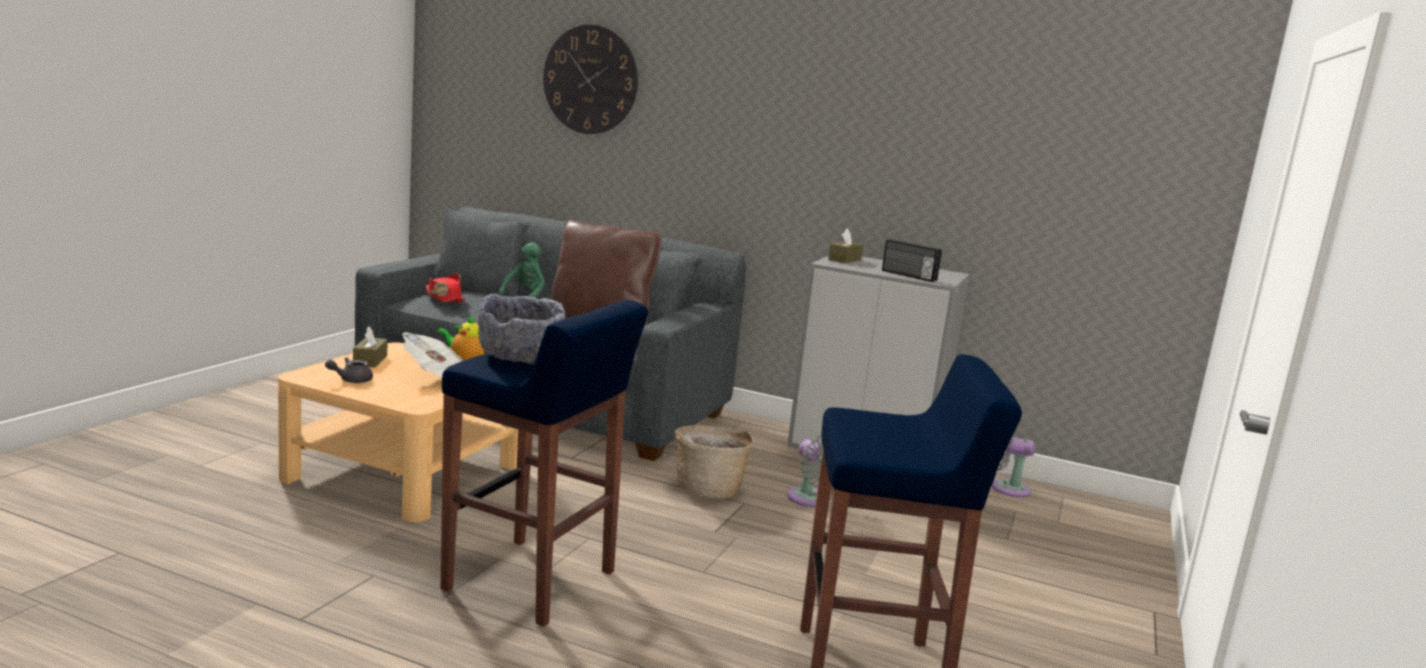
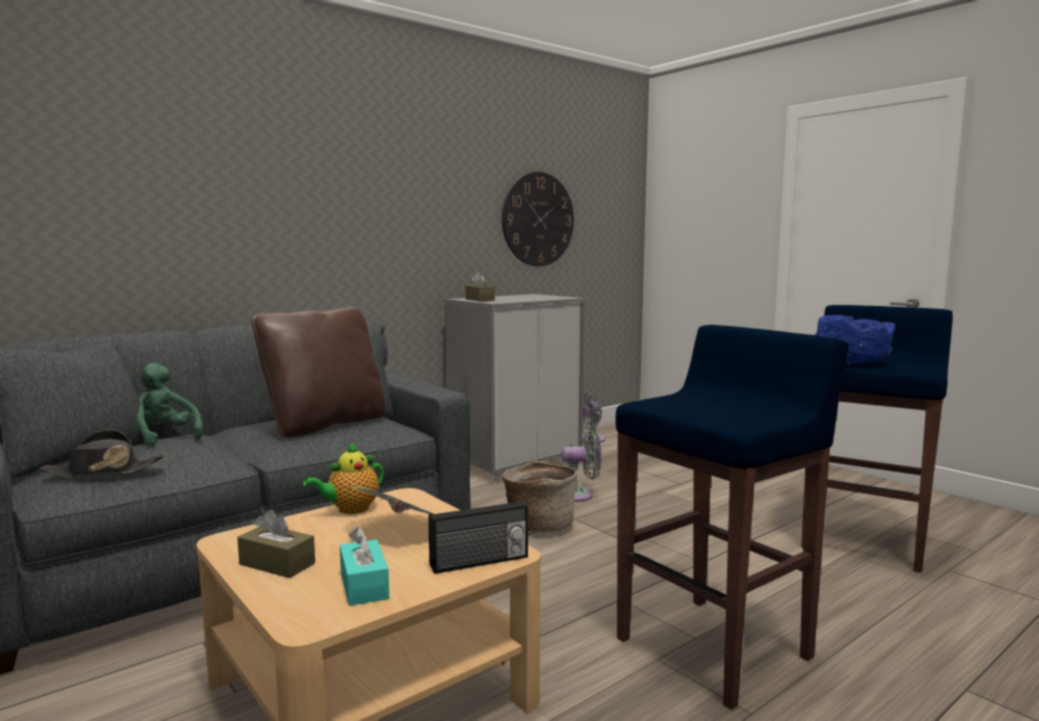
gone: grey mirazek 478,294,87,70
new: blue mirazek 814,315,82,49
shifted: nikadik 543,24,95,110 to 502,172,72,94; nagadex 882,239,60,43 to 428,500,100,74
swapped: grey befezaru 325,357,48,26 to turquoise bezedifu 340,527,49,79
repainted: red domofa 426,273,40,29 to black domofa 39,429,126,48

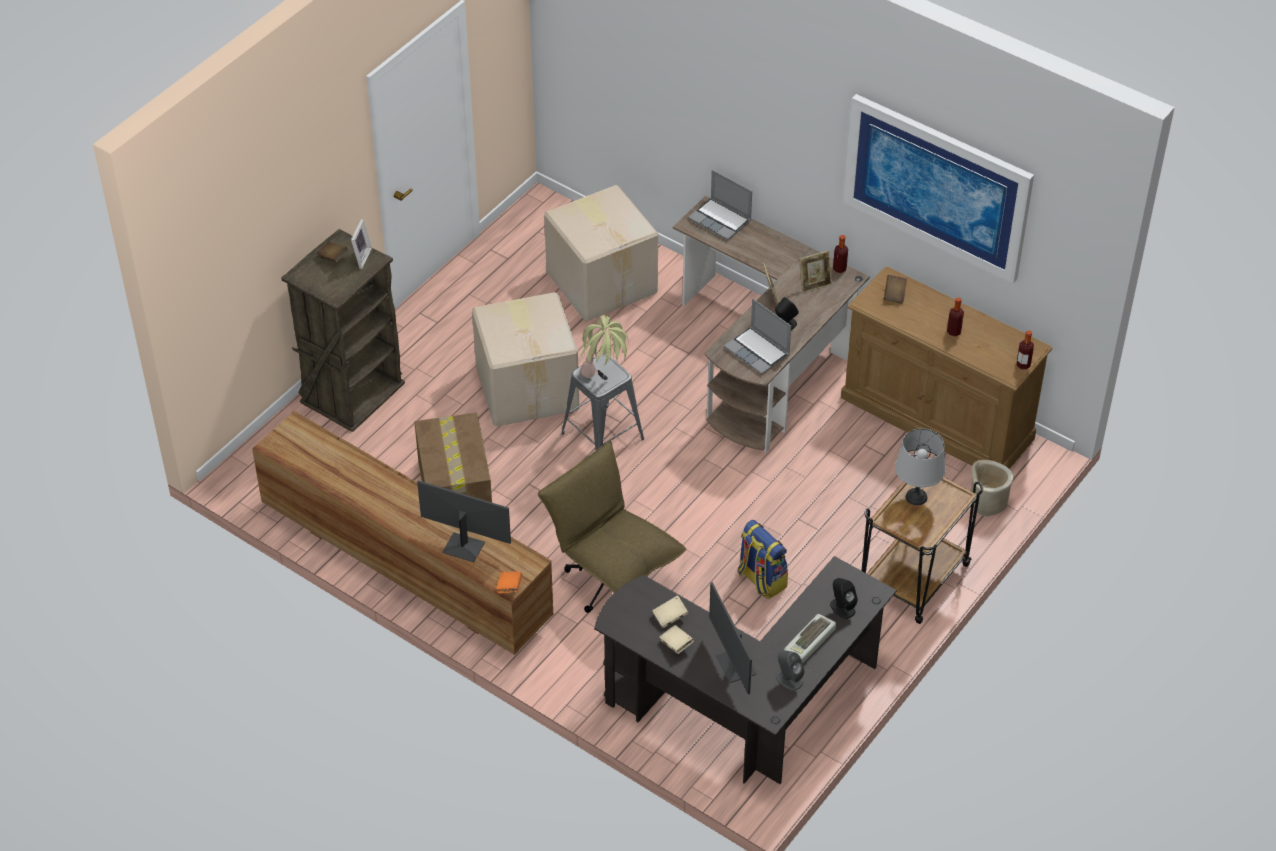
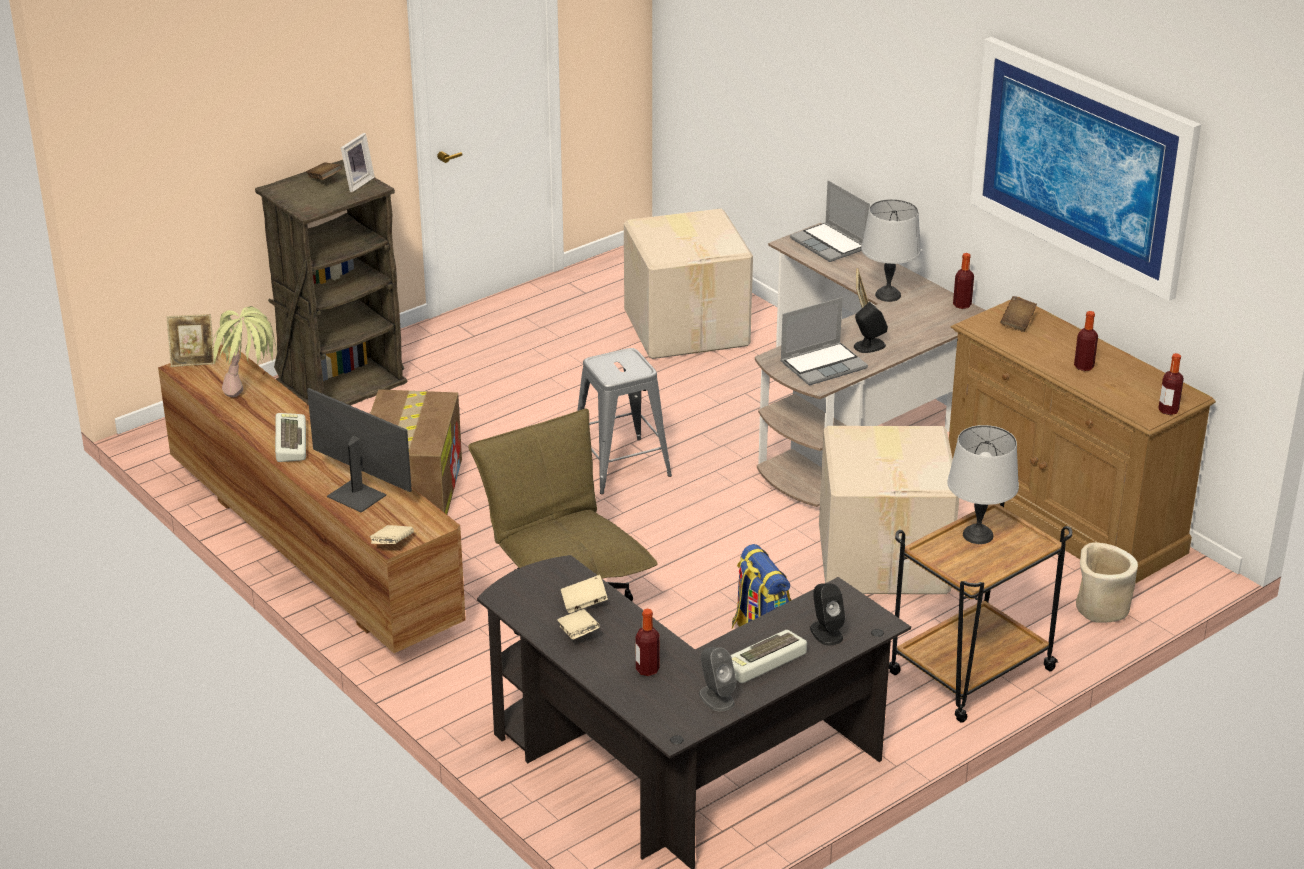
new: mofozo 275,413,31,49; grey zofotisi 861,199,60,103
shifted: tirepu 472,292,107,134 to 819,426,140,168; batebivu 580,315,49,63 to 208,306,69,91; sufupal 799,250,33,43 to 166,314,49,53
swapped: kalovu 709,582,47,112 to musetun 636,609,24,67
repainted: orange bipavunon 496,571,26,22 to beige bipavunon 370,525,44,19
rotated: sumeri 724,299,67,76 = 780,297,88,88 90 degrees counterclockwise

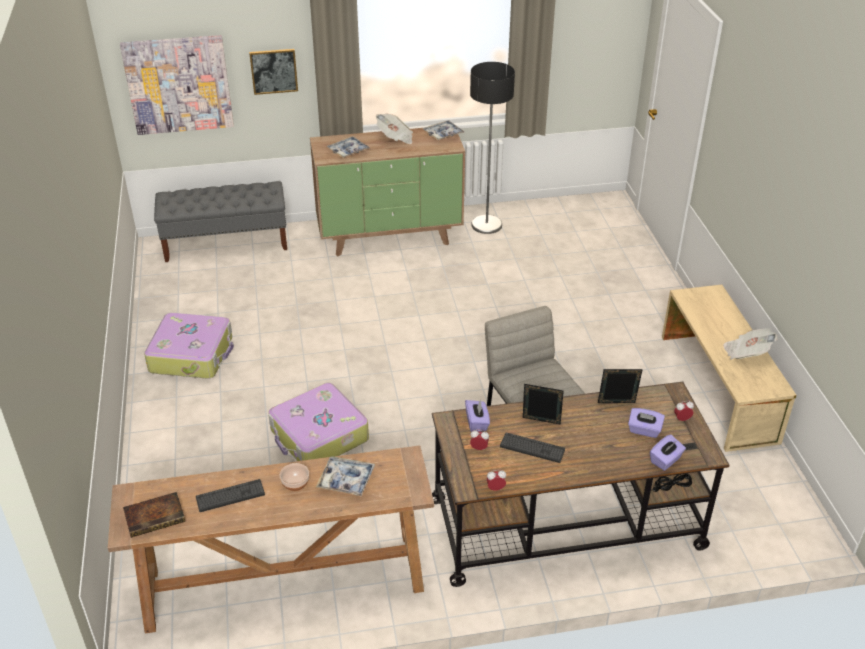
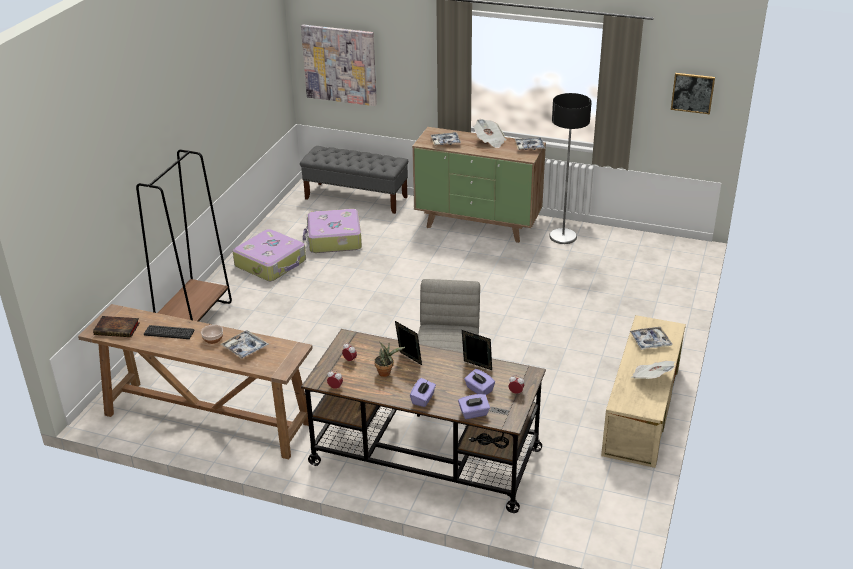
new: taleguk 136,149,96,173; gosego 630,327,43,23
shifted: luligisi 249,49,49,46 to 671,73,44,41; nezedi 268,383,101,78 to 303,209,59,44; purple bezedifu 465,400,25,32 to 410,378,26,29
swapped: mofozo 500,433,65,30 to batebivu 374,342,31,35

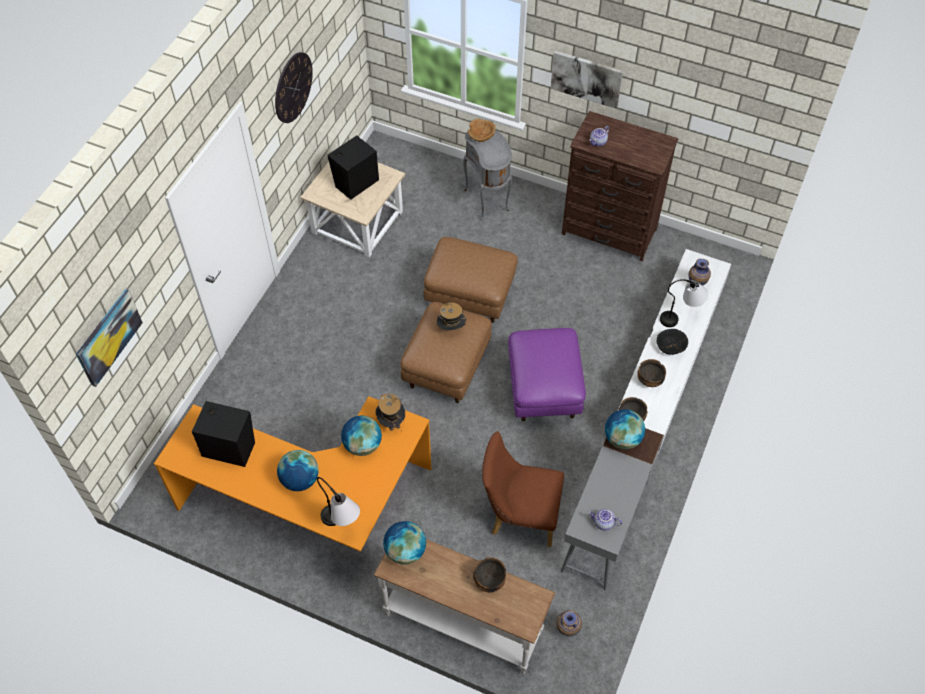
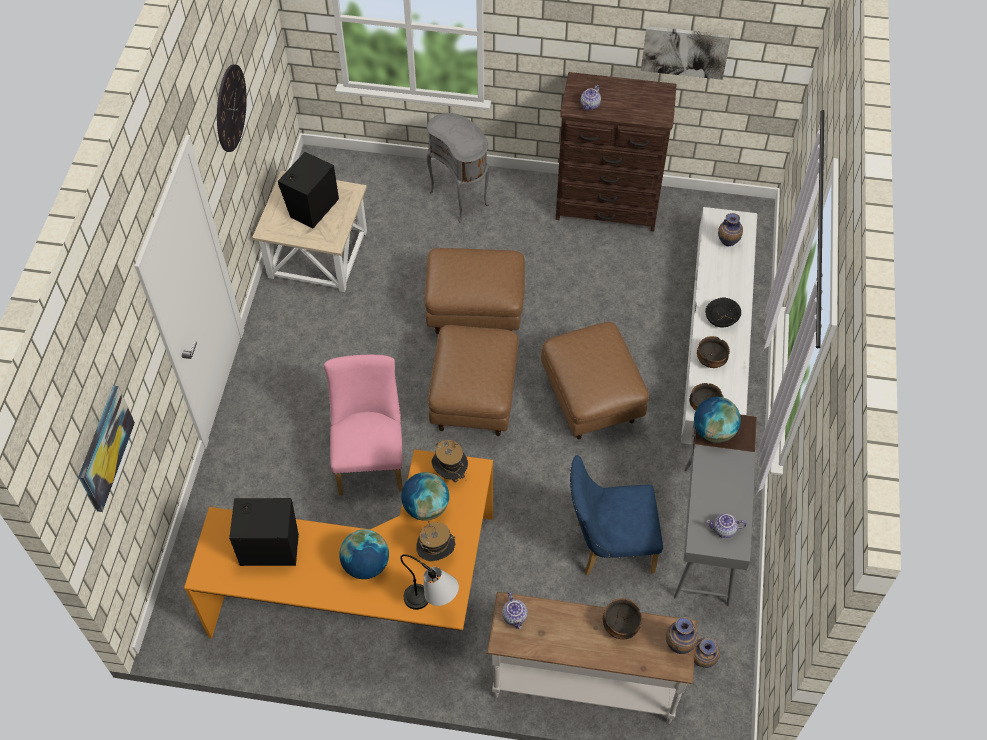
gone: brown mirazek 468,119,28,23; zofotisi 660,279,48,48
new: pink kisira 324,354,79,142; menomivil 666,617,32,37
shifted: domofa 437,302,30,28 to 416,521,40,40; luligisi 551,50,72,58 to 641,26,90,54
swapped: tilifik 383,521,43,44 to befezaru 502,592,25,37
repainted: brown kisira 482,431,82,116 to blue kisira 570,455,93,120; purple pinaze 508,328,78,93 to brown pinaze 541,322,108,117

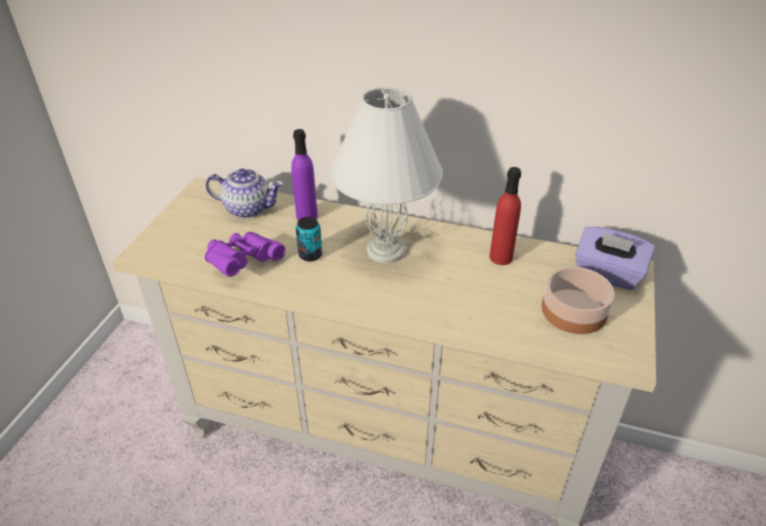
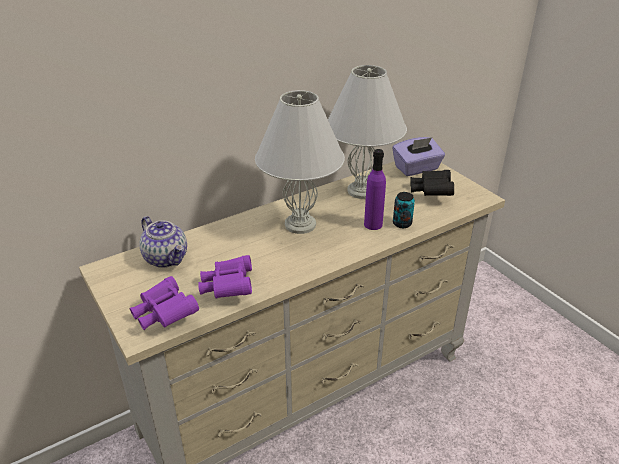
new: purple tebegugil 130,276,69,54
shifted: purple musetun 291,129,27,91 to 364,149,22,81; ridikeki 296,217,26,44 to 393,192,22,36
swapped: red musetun 490,167,31,98 to white zofotisi 328,65,79,134; mirazek 542,267,73,67 to black tebegugil 410,170,44,26
rotated: befezaru 206,169,77,49 = 139,216,48,52 90 degrees clockwise

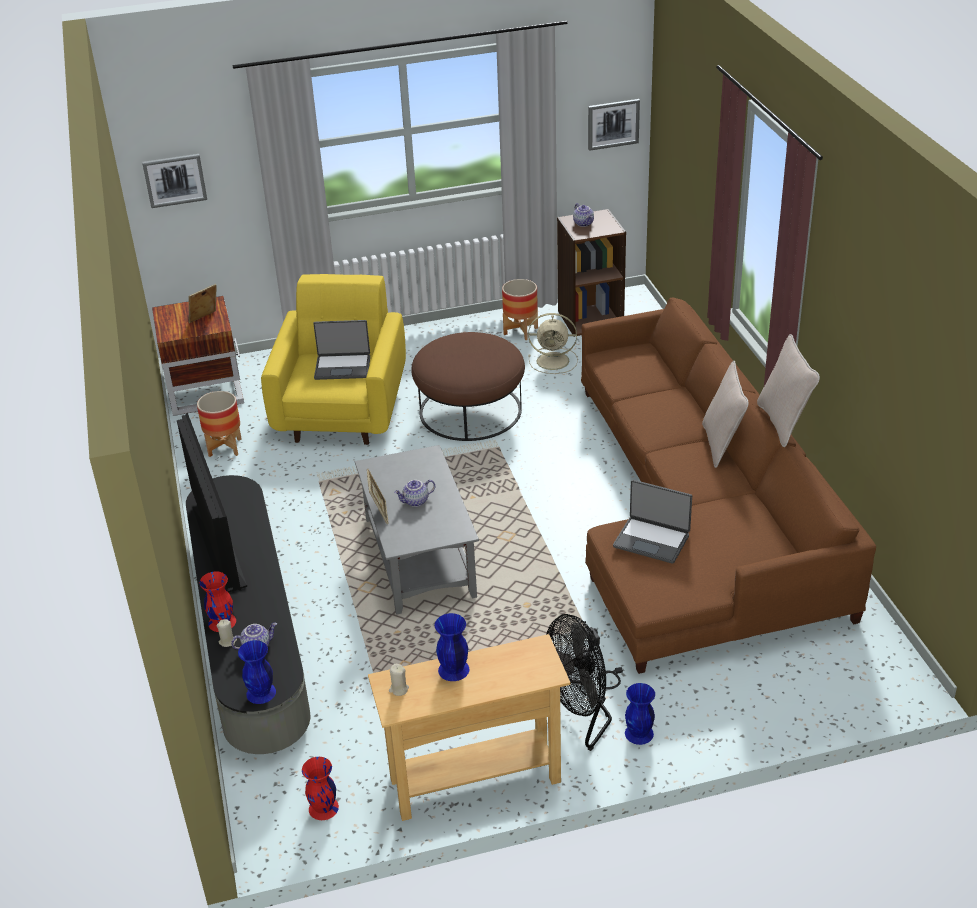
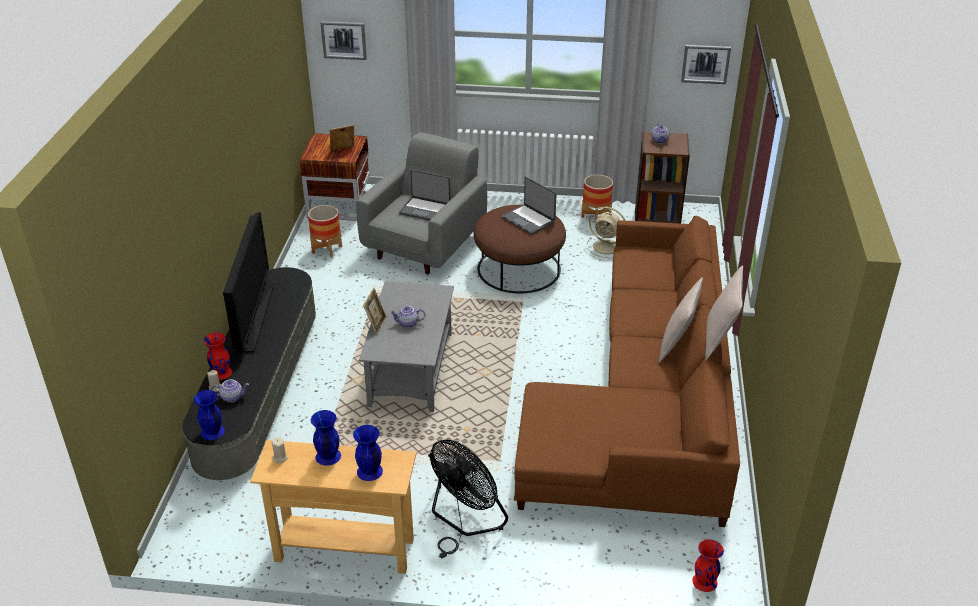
shifted: red menomivil 302,757,37,63 to 692,539,32,53; sumeri 613,480,79,84 to 501,177,56,58; blue menomivil 625,683,30,62 to 353,425,30,56
repainted: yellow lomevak 261,274,145,171 to grey lomevak 356,132,131,142
rotated: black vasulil 546,614,78,137 = 428,440,80,118 135 degrees clockwise

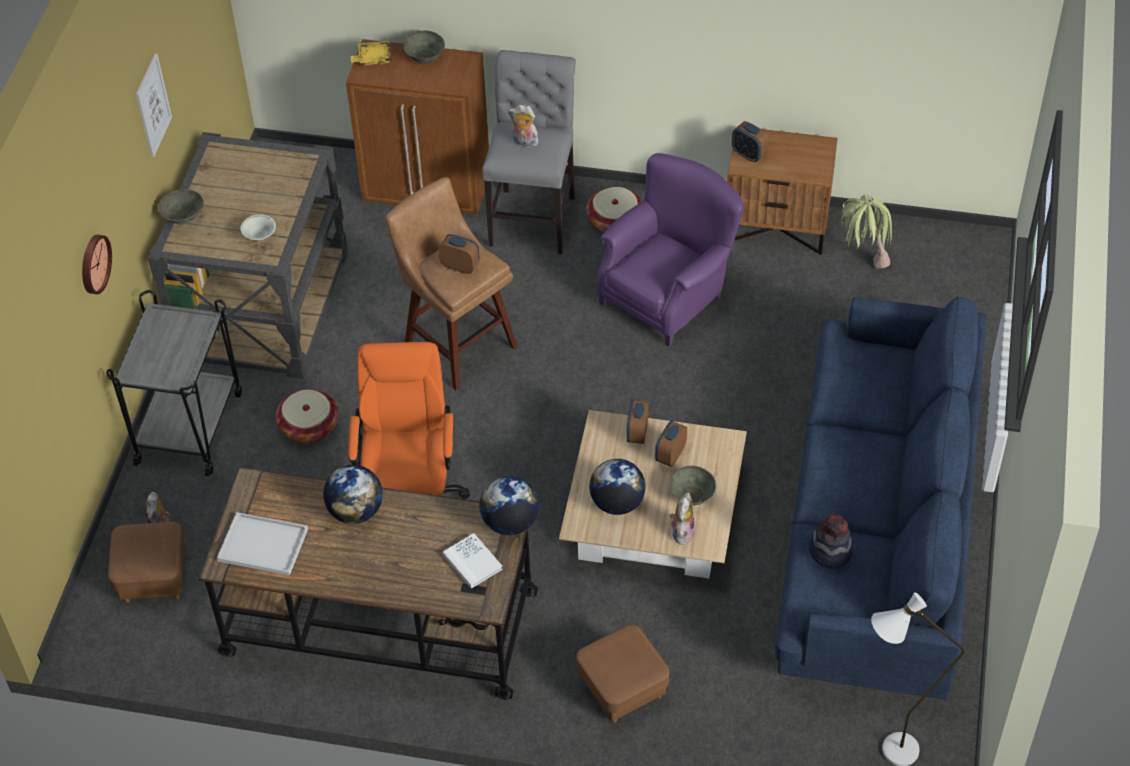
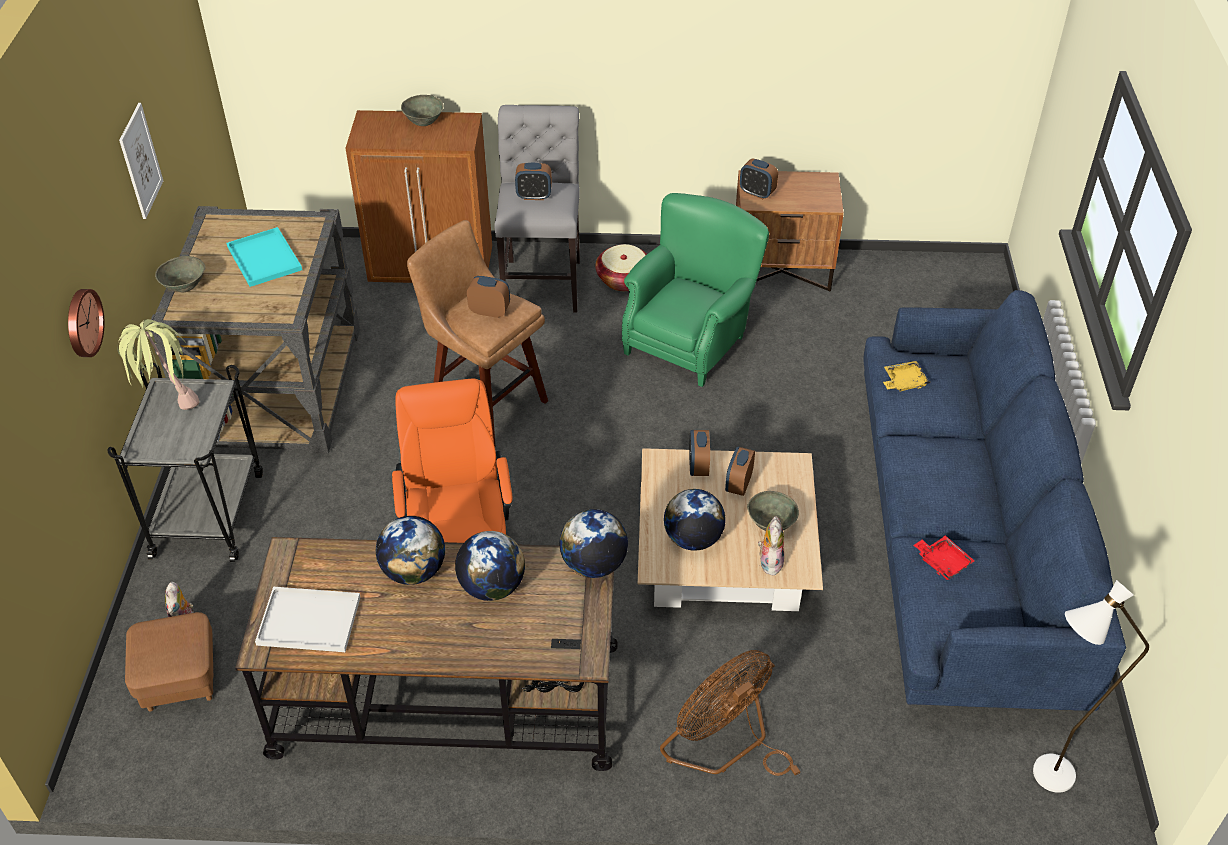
gone: white mirazek 240,215,36,26; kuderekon 276,389,63,54; white bipavunon 443,533,60,56
new: turquoise gosego 227,227,75,60; tilifik 455,531,70,70
shifted: yellow gosego 351,41,40,24 to 883,361,48,30; batebivu 842,195,50,74 to 117,319,82,91
swapped: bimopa 508,105,31,43 to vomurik 515,163,37,37; brown pinaze 576,625,93,98 to brown vasulil 660,650,140,126; domofa 809,514,44,55 to red gosego 914,536,61,44
repainted: purple lomevak 597,153,147,194 to green lomevak 622,193,147,194

